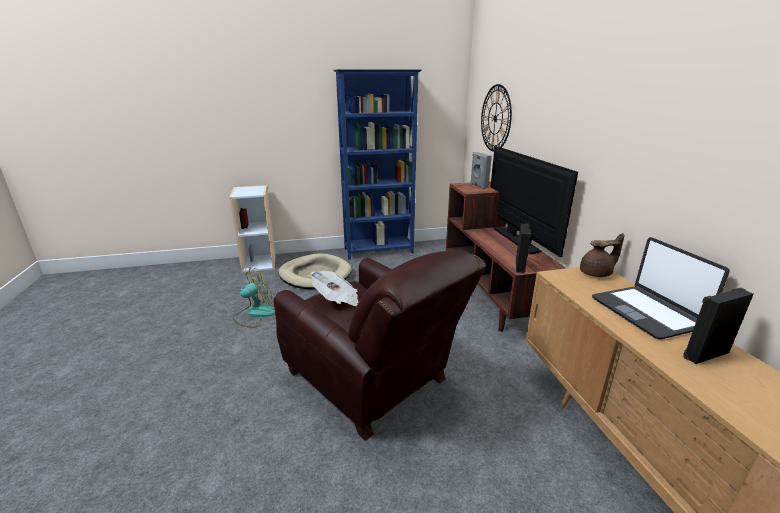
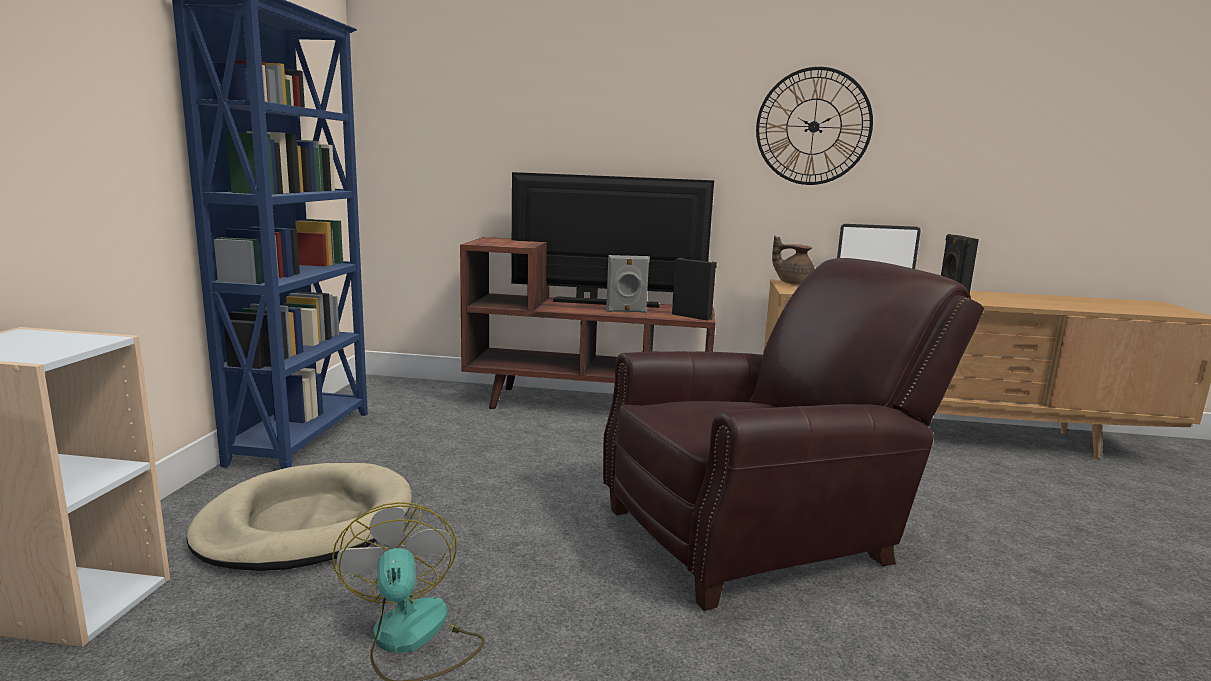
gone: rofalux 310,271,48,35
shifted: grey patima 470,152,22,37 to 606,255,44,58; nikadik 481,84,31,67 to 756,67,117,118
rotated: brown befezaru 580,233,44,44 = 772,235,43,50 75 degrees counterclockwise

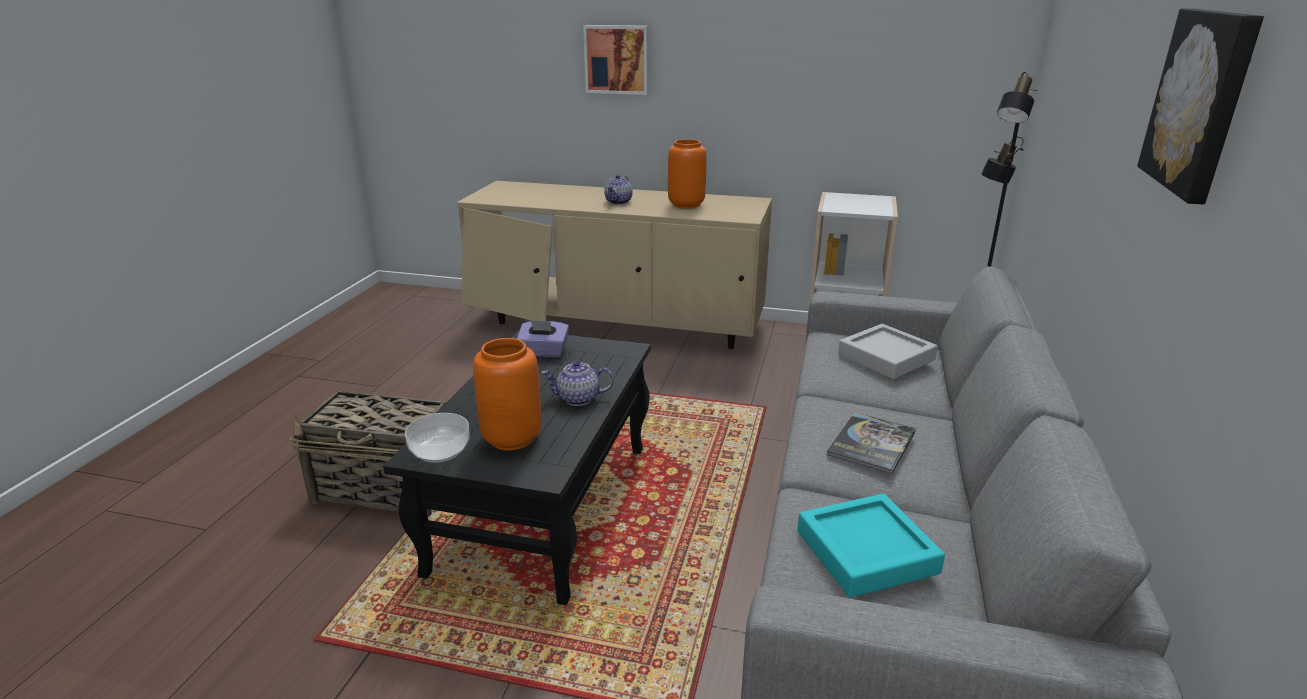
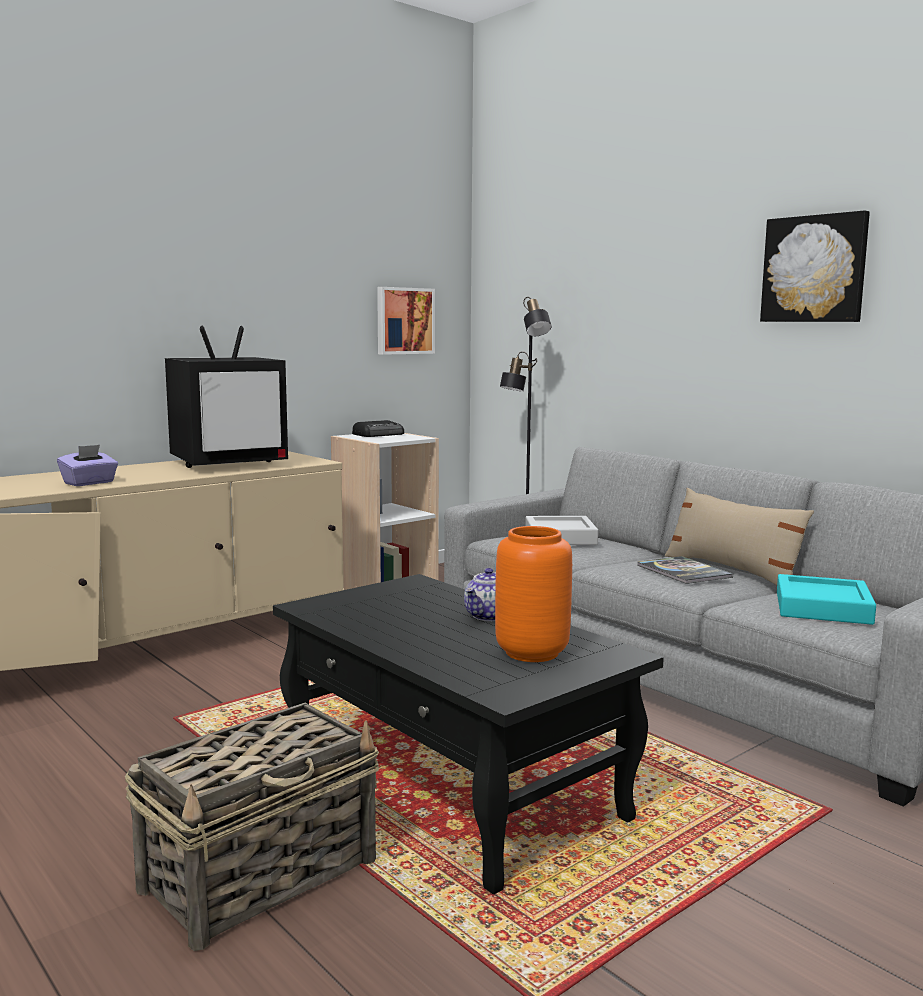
gone: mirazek 405,413,65,50; befezaru 604,175,29,30
new: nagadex 352,420,52,17; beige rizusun 665,488,149,97
shifted: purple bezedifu 517,320,52,37 to 57,445,61,41; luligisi 583,25,66,70 to 377,287,58,68
swapped: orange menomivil 668,139,38,70 to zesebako 165,326,123,142

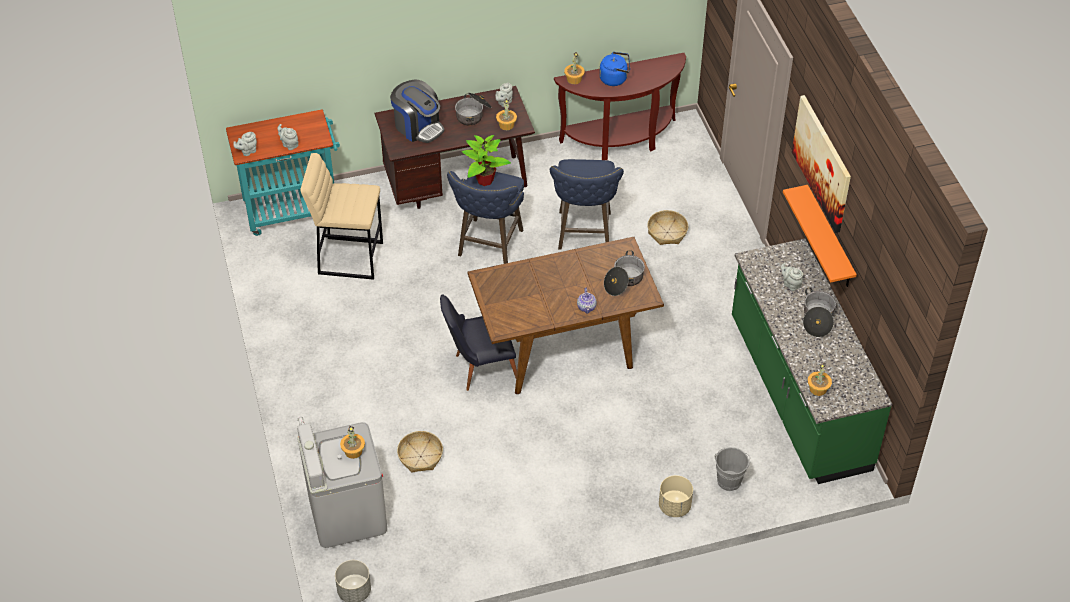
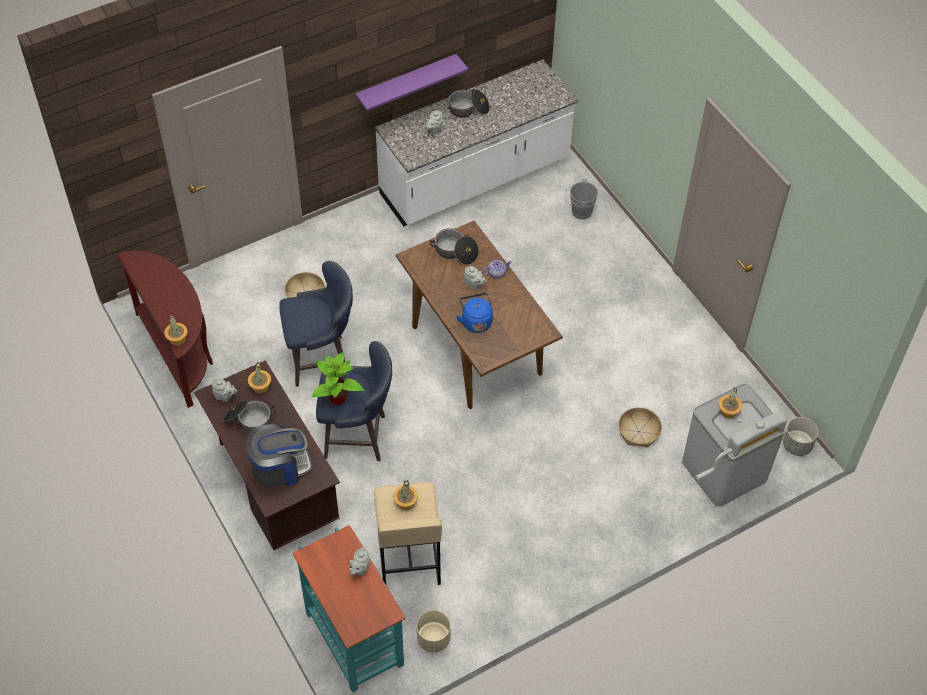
gone: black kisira 440,295,77,96; luligisi 792,95,59,138
shifted: grey befezaru 233,132,24,24 to 464,266,23,24; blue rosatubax 599,52,31,34 to 456,293,37,40; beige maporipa 659,475,34,42 to 417,610,34,43; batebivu 808,363,24,33 to 393,480,25,30
repainted: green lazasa 732,239,160,245 to white lazasa 375,59,203,167; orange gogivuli 783,185,74,102 to purple gogivuli 356,54,112,57
rotated: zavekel 390,79,55,64 = 246,424,66,64 45 degrees clockwise

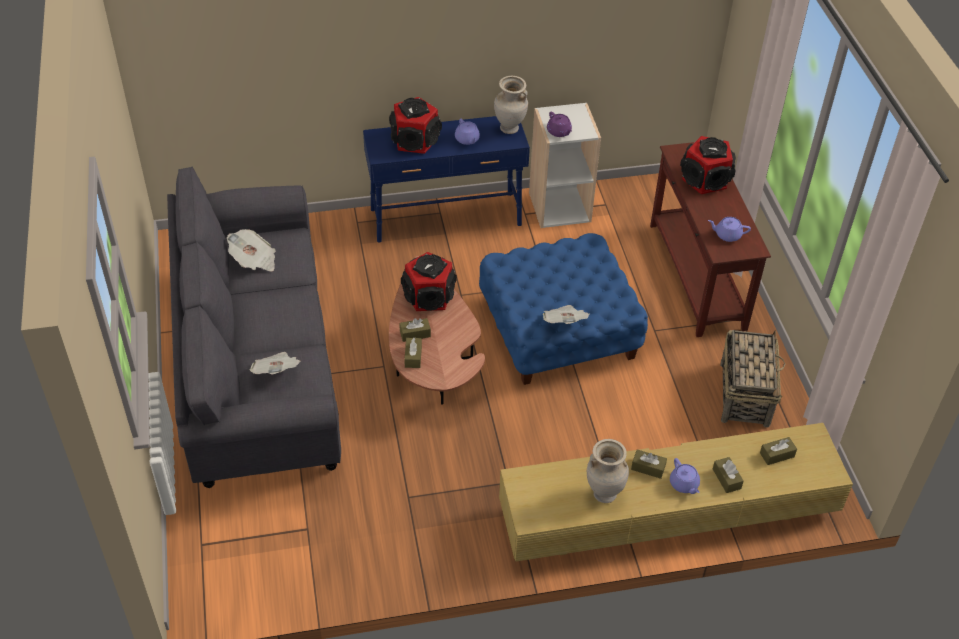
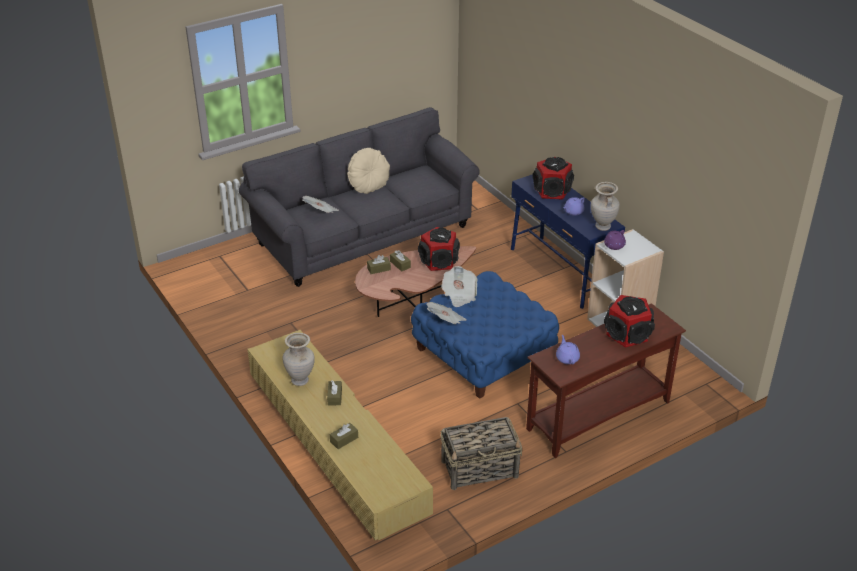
gone: purple befezaru 670,458,30,36; brown bezedifu 760,437,37,28
new: beige rizusun 347,148,43,46
shifted: rofalux 227,229,49,42 to 441,266,37,41

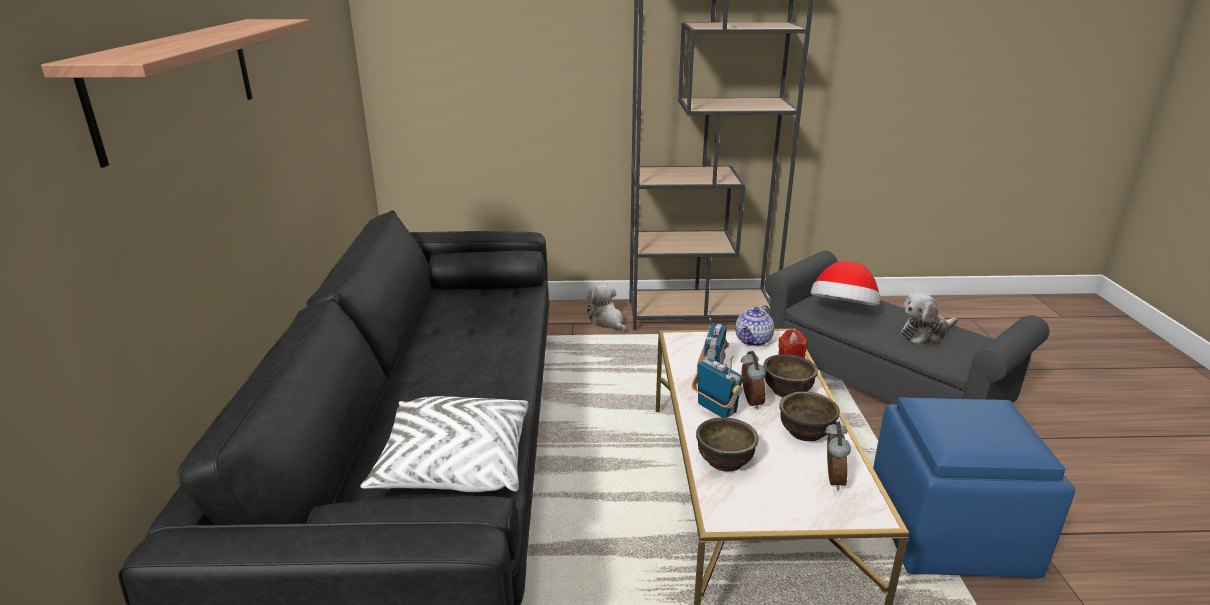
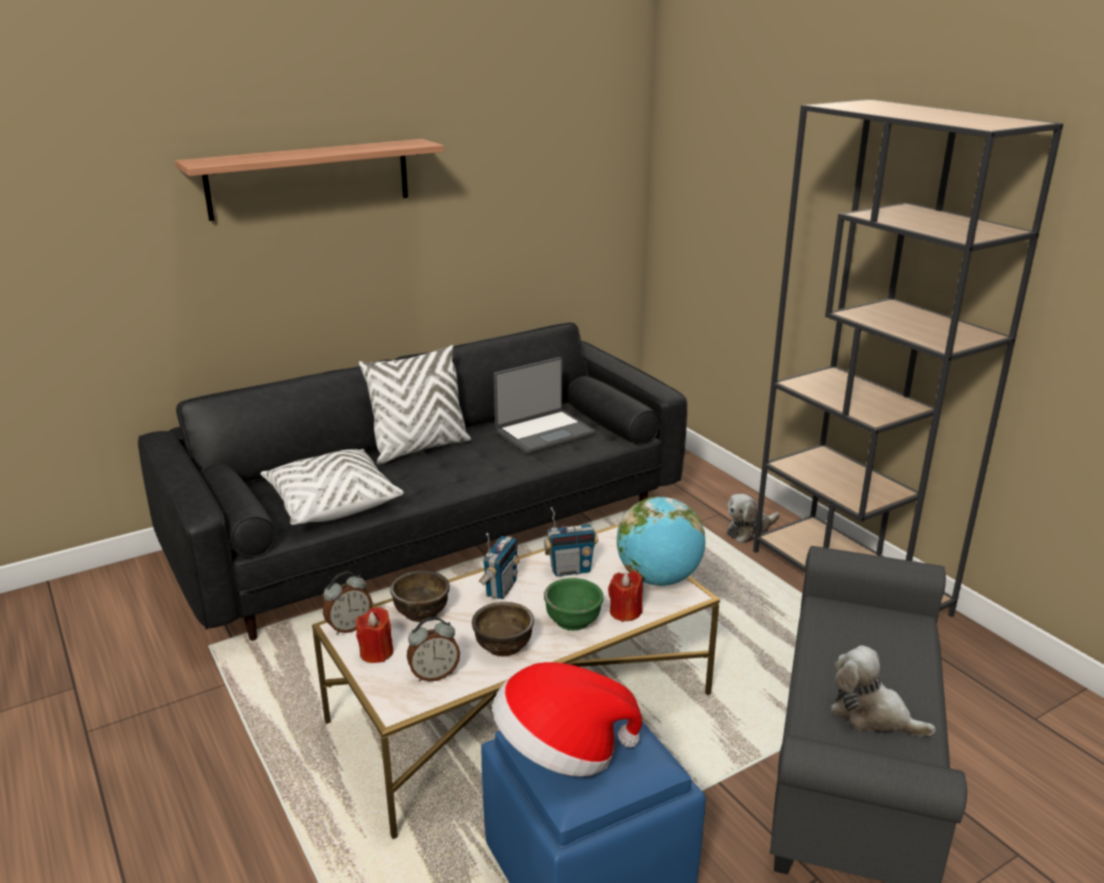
new: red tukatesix 356,607,37,56; white rizusun 359,345,112,120; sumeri 494,357,101,97
shifted: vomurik 741,351,25,59 to 323,572,49,63; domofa 811,261,69,45 to 493,662,149,115
swapped: befezaru 735,305,39,42 to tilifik 617,497,88,89
repainted: brown mirazek 763,354,55,43 to green mirazek 544,578,60,53
rotated: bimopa 587,284,39,48 = 727,494,53,49 150 degrees counterclockwise

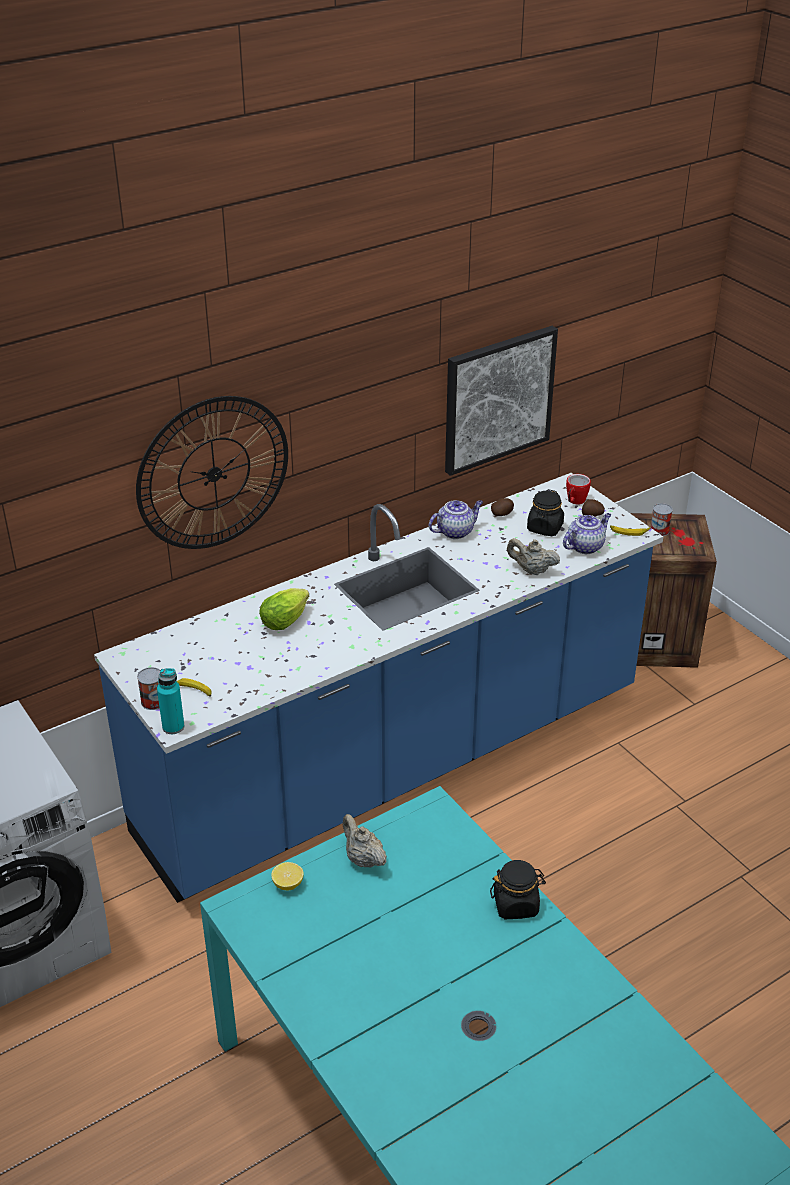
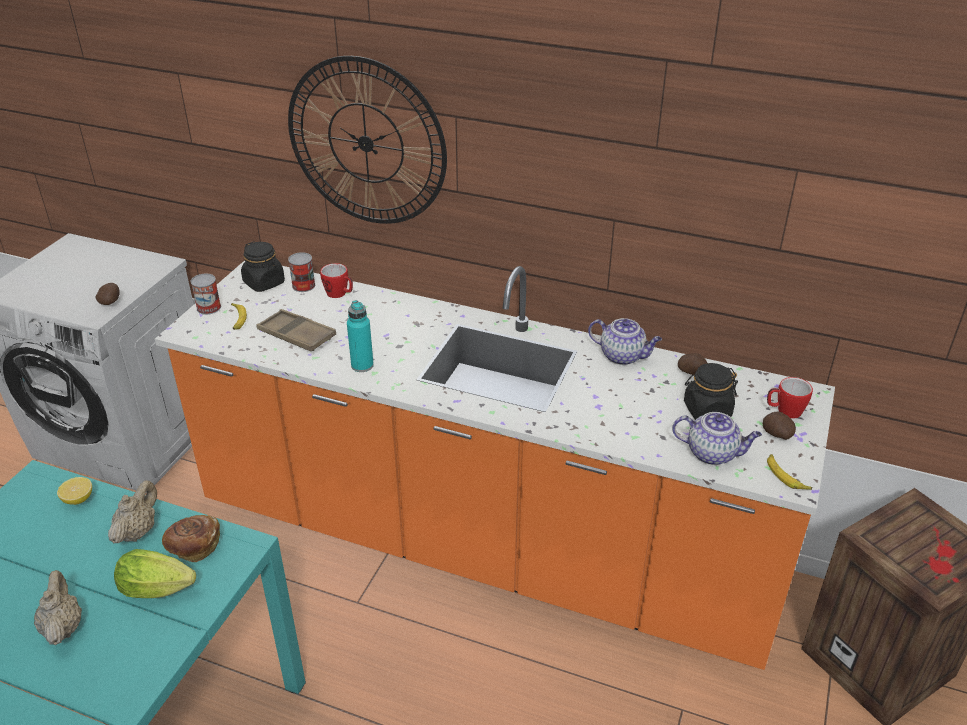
gone: luligisi 445,326,113,150
new: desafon 96,283,24,22; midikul 162,515,58,47; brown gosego 256,309,80,42; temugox 320,263,33,35
shifted: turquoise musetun 157,668,28,66 to 347,300,27,72; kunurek 259,588,50,42 to 114,549,82,49; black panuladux 490,860,56,59 to 241,241,44,51; beige befezaru 507,538,53,37 to 34,570,48,75; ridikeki 651,503,22,33 to 288,252,27,40
repainted: blue lazasa 94,473,569,430 to orange lazasa 155,260,680,410

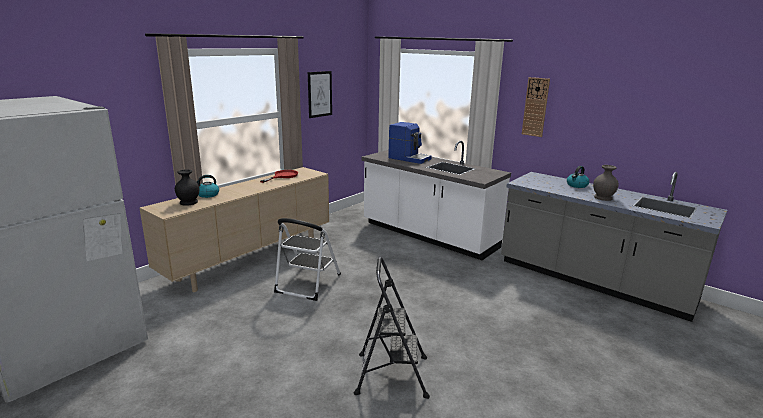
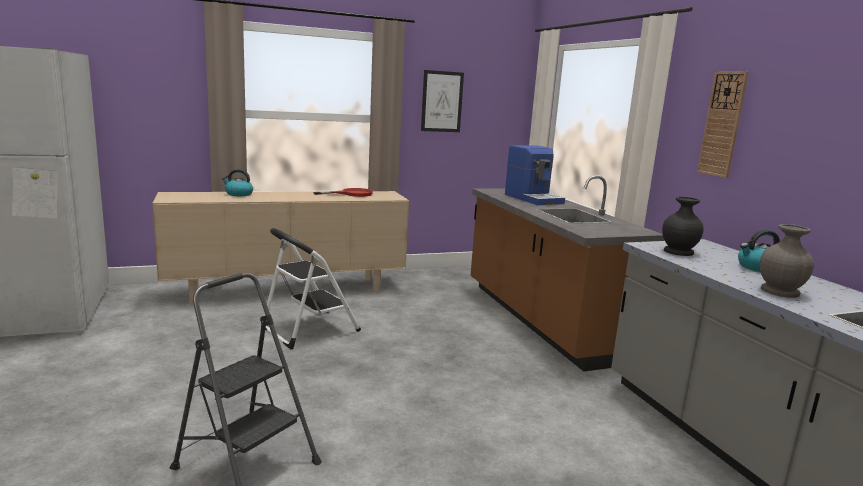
shifted: black menomivil 175,169,24,37 to 662,197,42,59
repainted: white lazasa 362,141,149,119 to brown lazasa 471,175,194,197

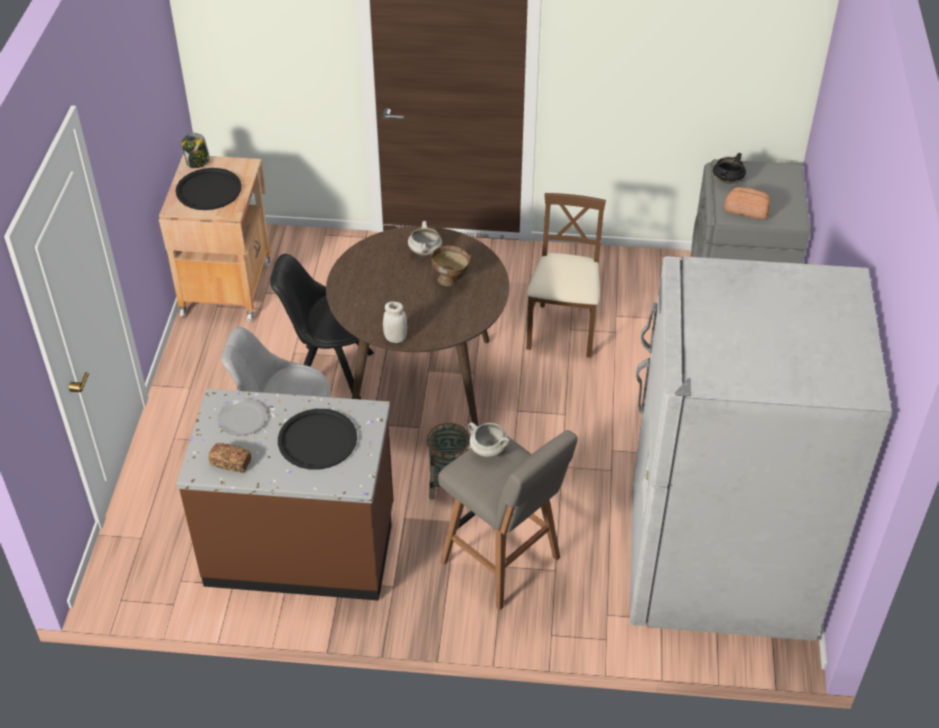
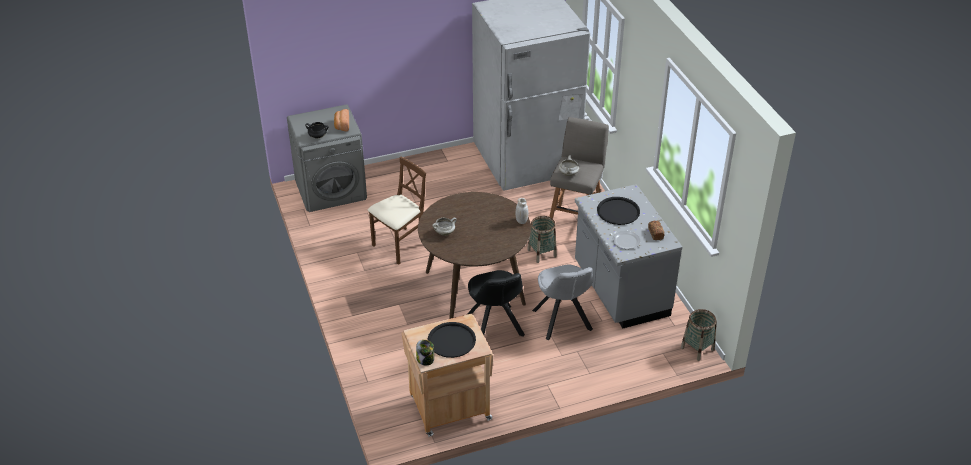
gone: brown mirazek 430,245,42,41
new: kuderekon 681,309,36,52
repainted: brown lazasa 176,389,218,212 to grey lazasa 575,184,107,144
rotated: brown kisira 526,193,80,165 = 368,157,58,108 150 degrees clockwise

